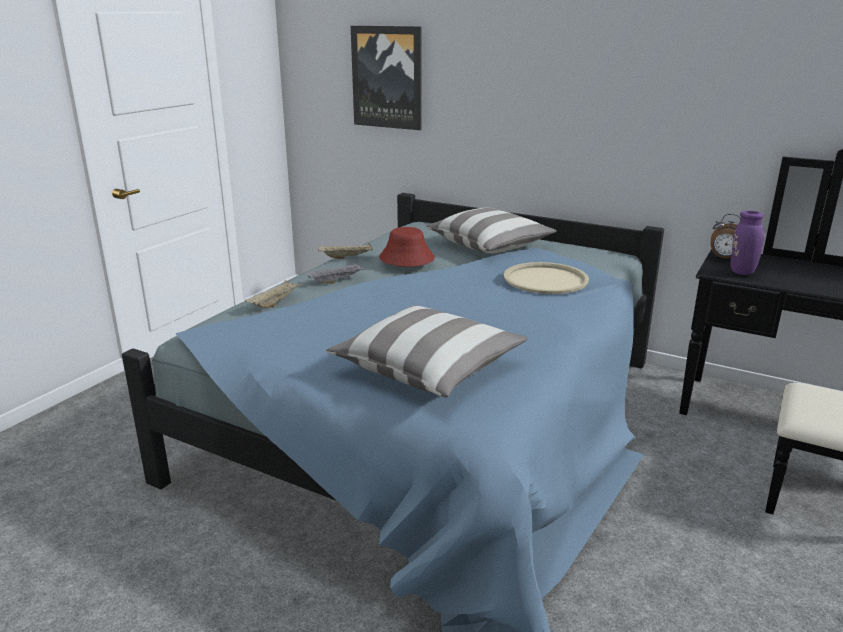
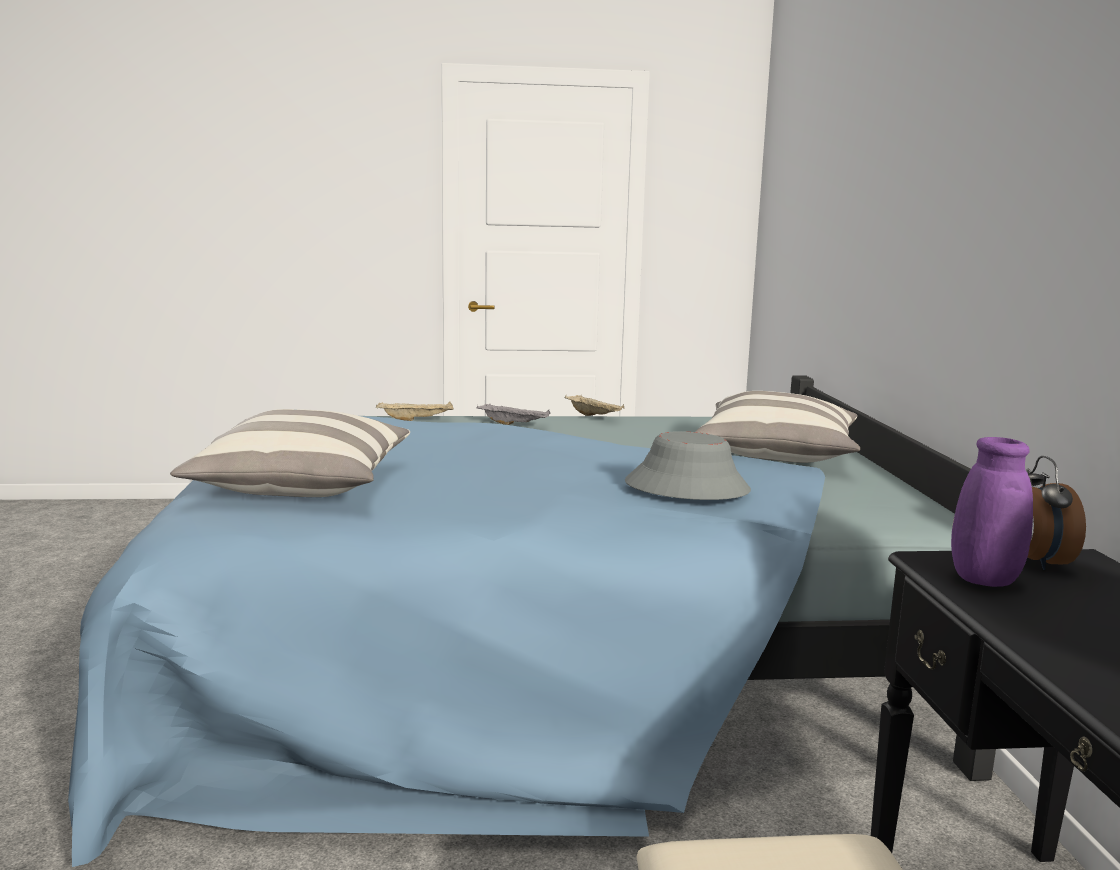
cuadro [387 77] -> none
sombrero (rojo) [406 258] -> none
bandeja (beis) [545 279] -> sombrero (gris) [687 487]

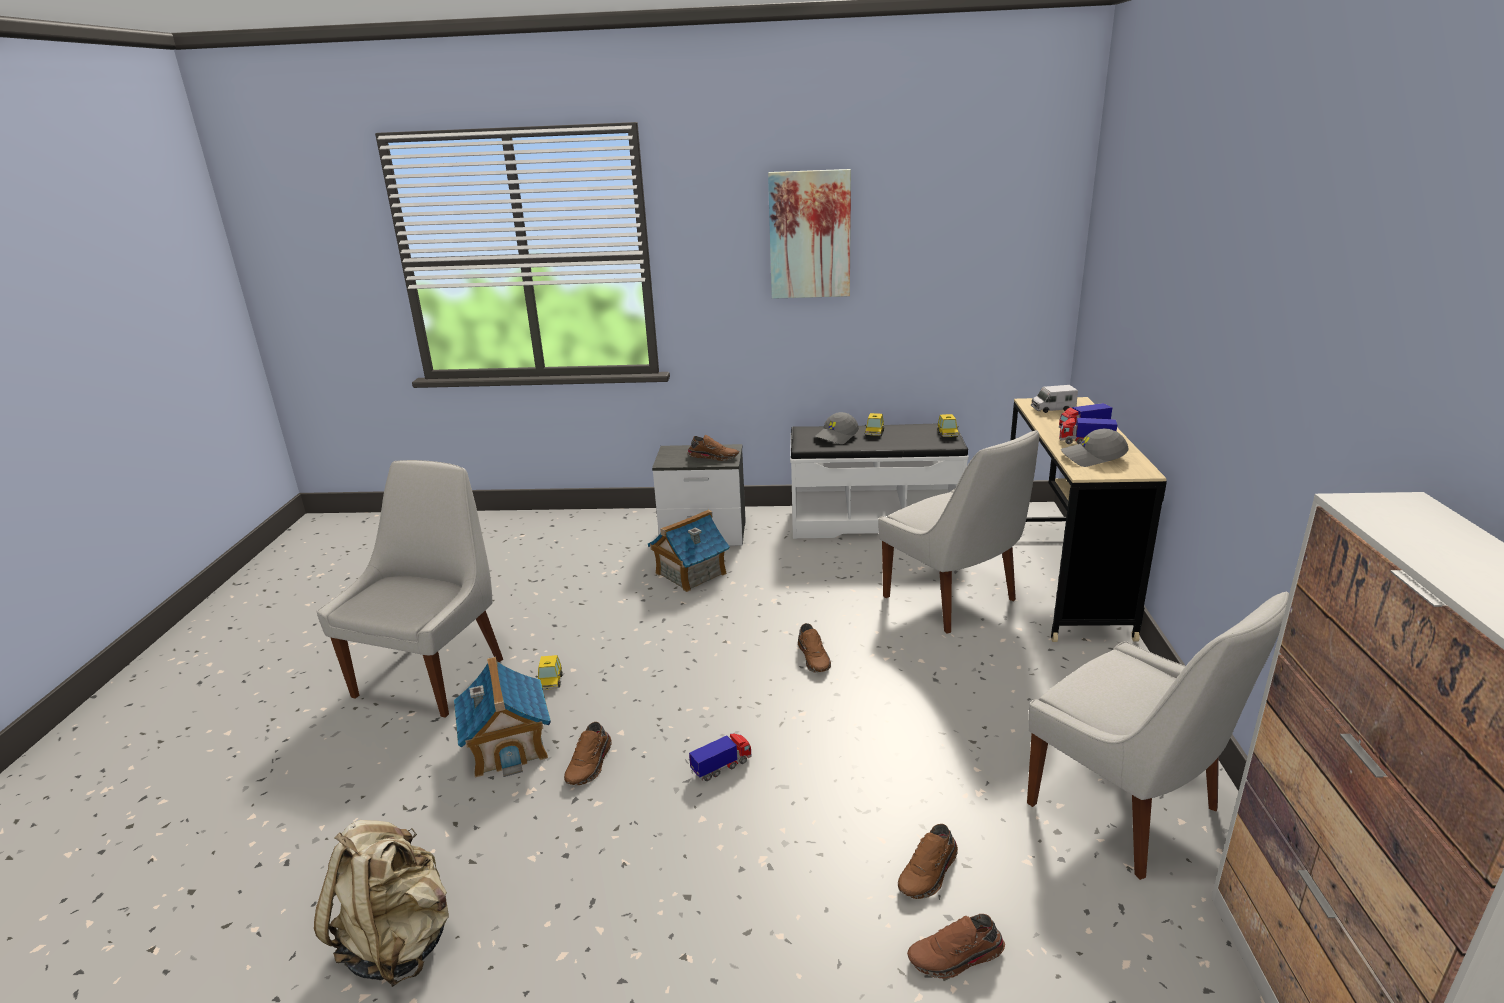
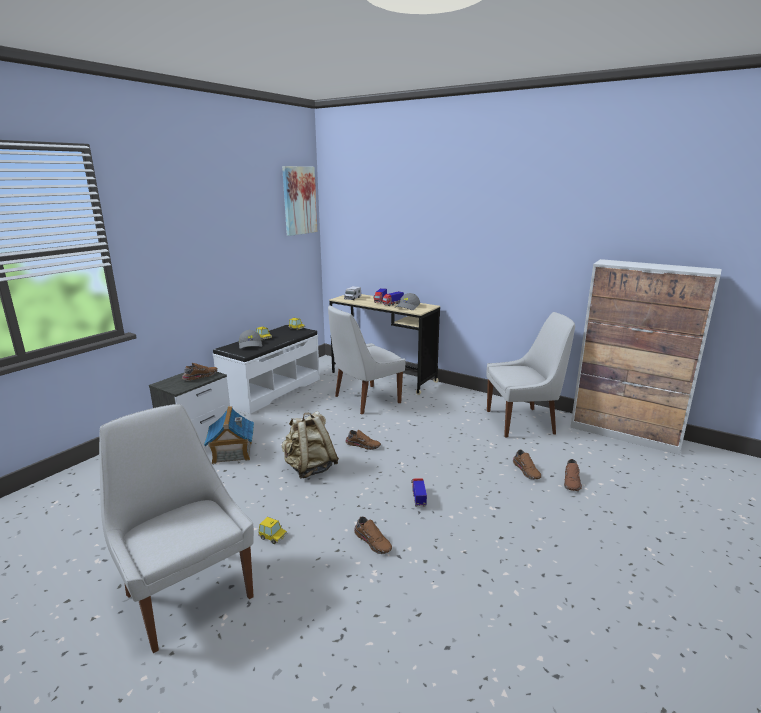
cuadro [809 235] -> cuadro [299 200], moved
silla (blanco) [953 600] -> silla (blanco) [364 400], 150 degrees clockwise
casita [508 745] -> none
mochila (beis) [399 942] -> mochila (beis) [310 468], moved

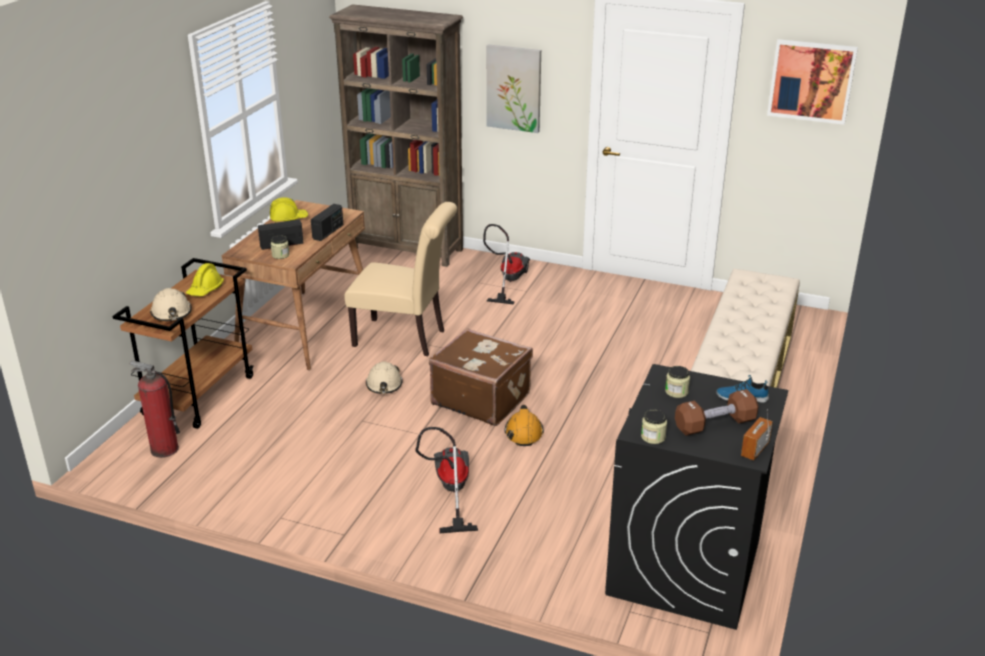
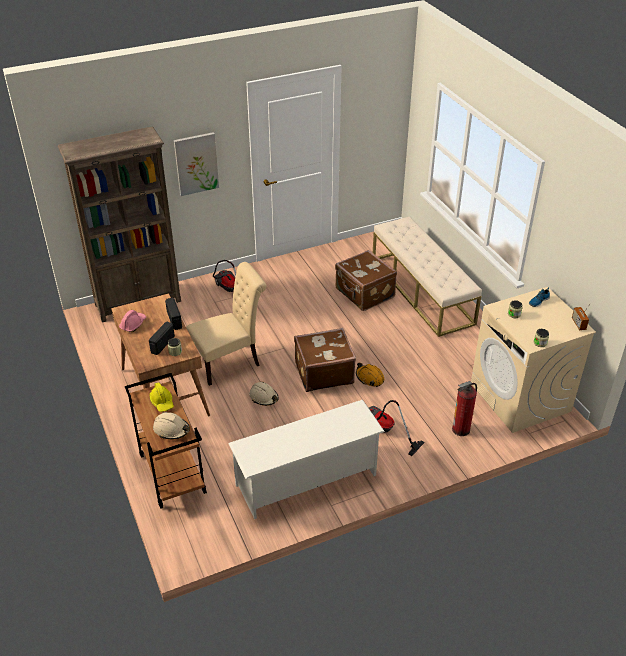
cuadro [811 81] -> none
casco (amarillo) [288 219] -> casco (rosa) [133 324]
extintor [164 449] -> extintor [461 429], moved
lavadora (negro) [684 567] -> lavadora (beis) [520 398]
mancuerna (marrón) [715 424] -> none
none -> maleta (marrón) [364 294]
none -> zapatero (blanco) [307 480]

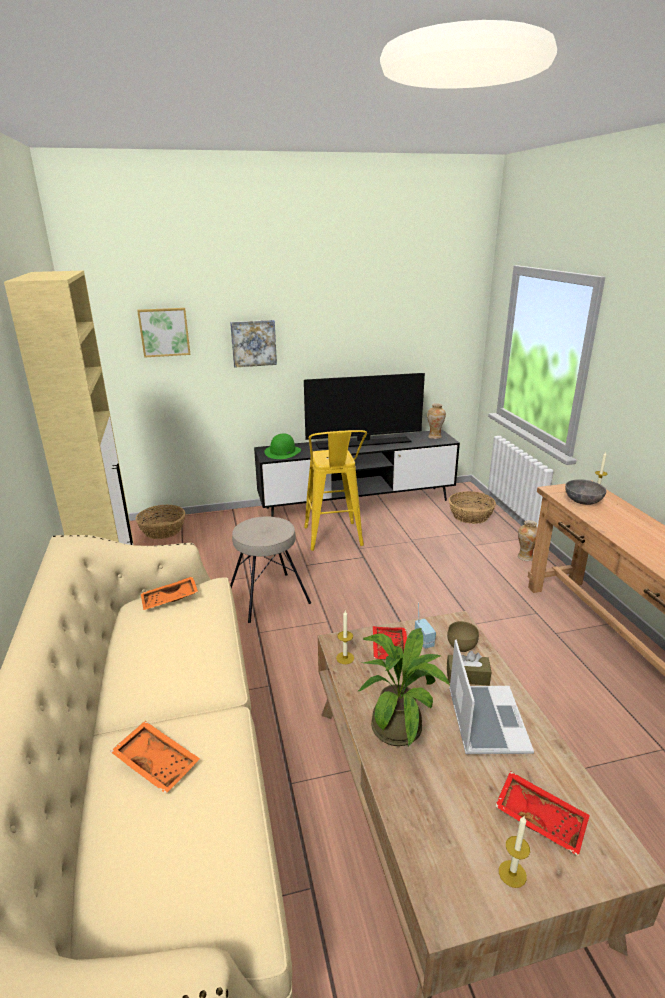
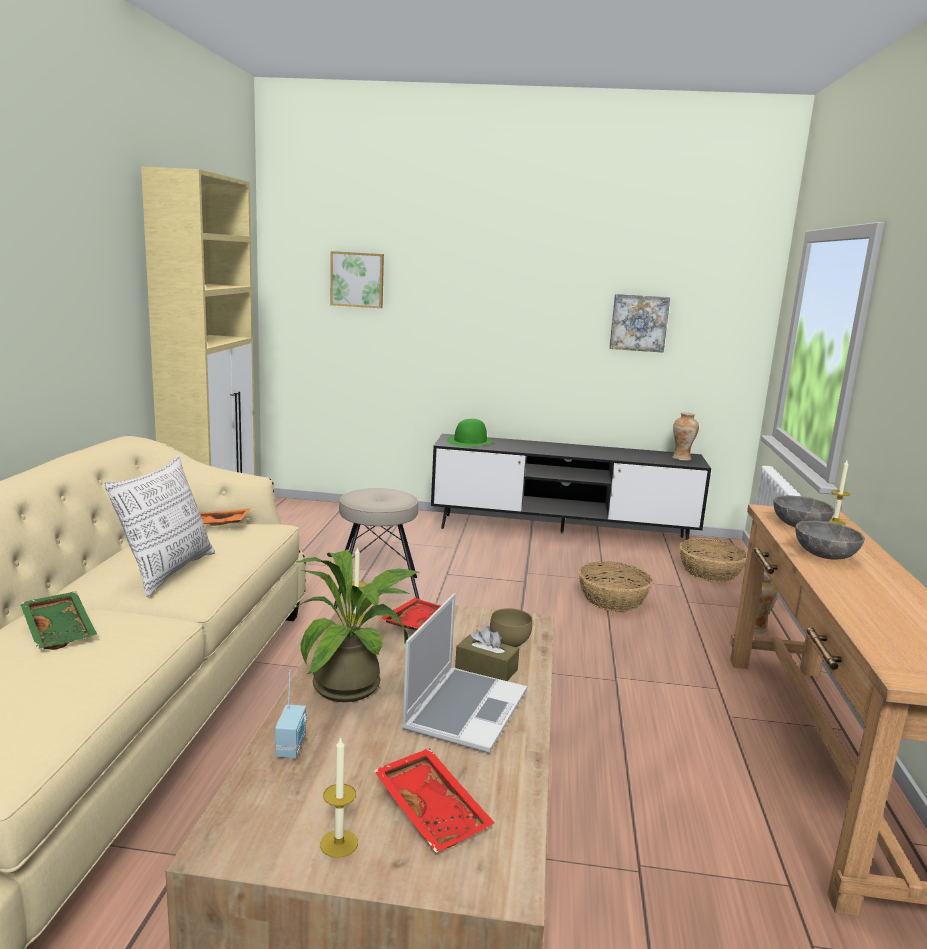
cuadro [253 343] -> cuadro [639 323], moved
televisor [364 443] -> none
taburete (amarillo) [334 540] -> none
cesta [163 530] -> cesta [613 600], moved
radio [425 641] -> radio [293 747], moved
bandeja (naranja) [158 762] -> bandeja (verde) [61 630]
none -> cojín [168 572]
none -> cuenco (gris) [824 555]

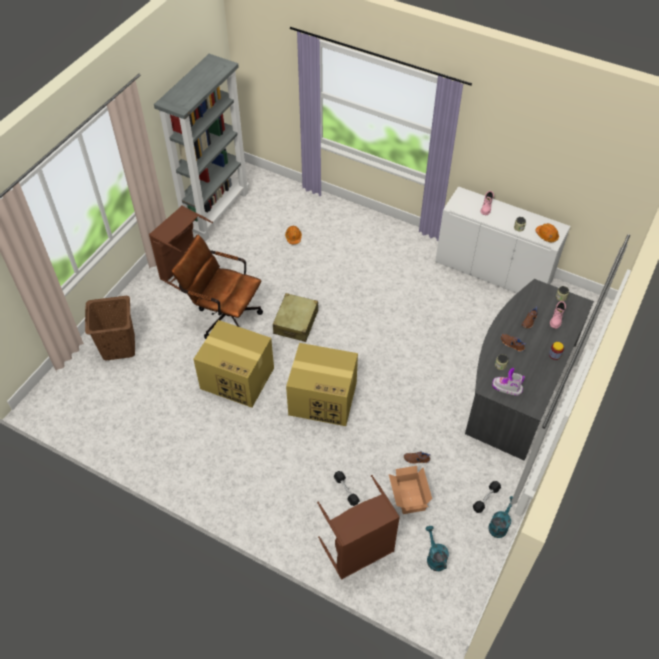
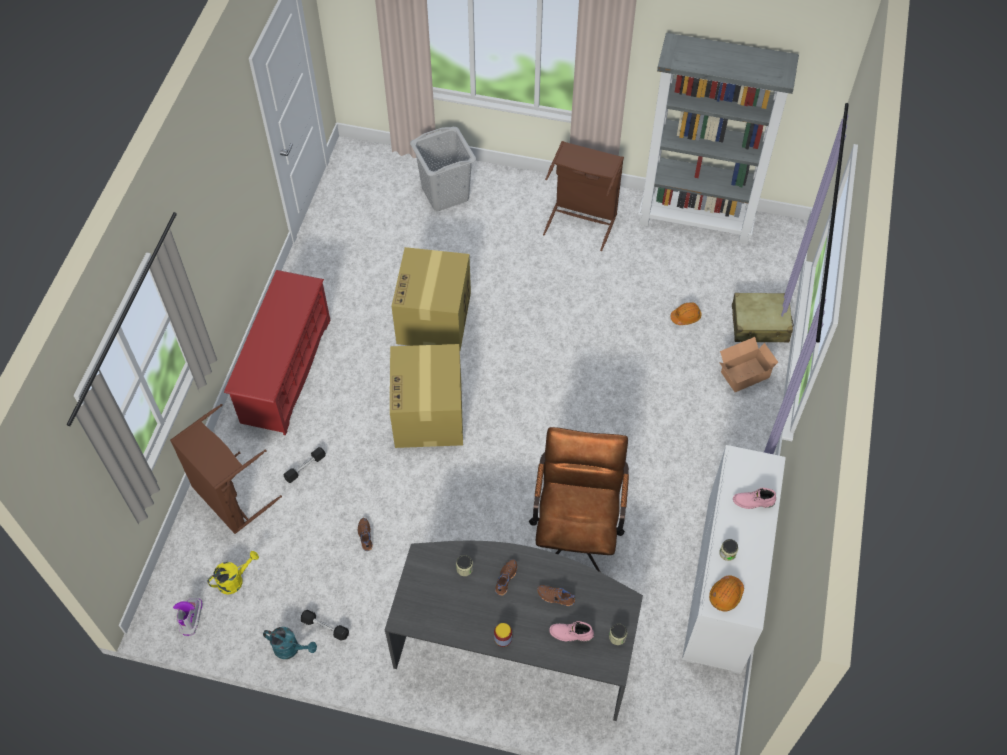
silla de oficina (marrón) [224 317] -> silla de oficina (marrón) [576 532], moved
maleta (beis) [296 322] -> maleta (beis) [760 324], moved
cesto de la ropa (marrón) [118 346] -> cesto de la ropa (gris) [445 193]
bota [507 388] -> bota [191 618], moved
caja de cartón [408 497] -> caja de cartón [743 374], moved
regadera (turquesa) [434 557] -> regadera (amarillo) [235 580]
none -> zapatero (rojo) [285 371]

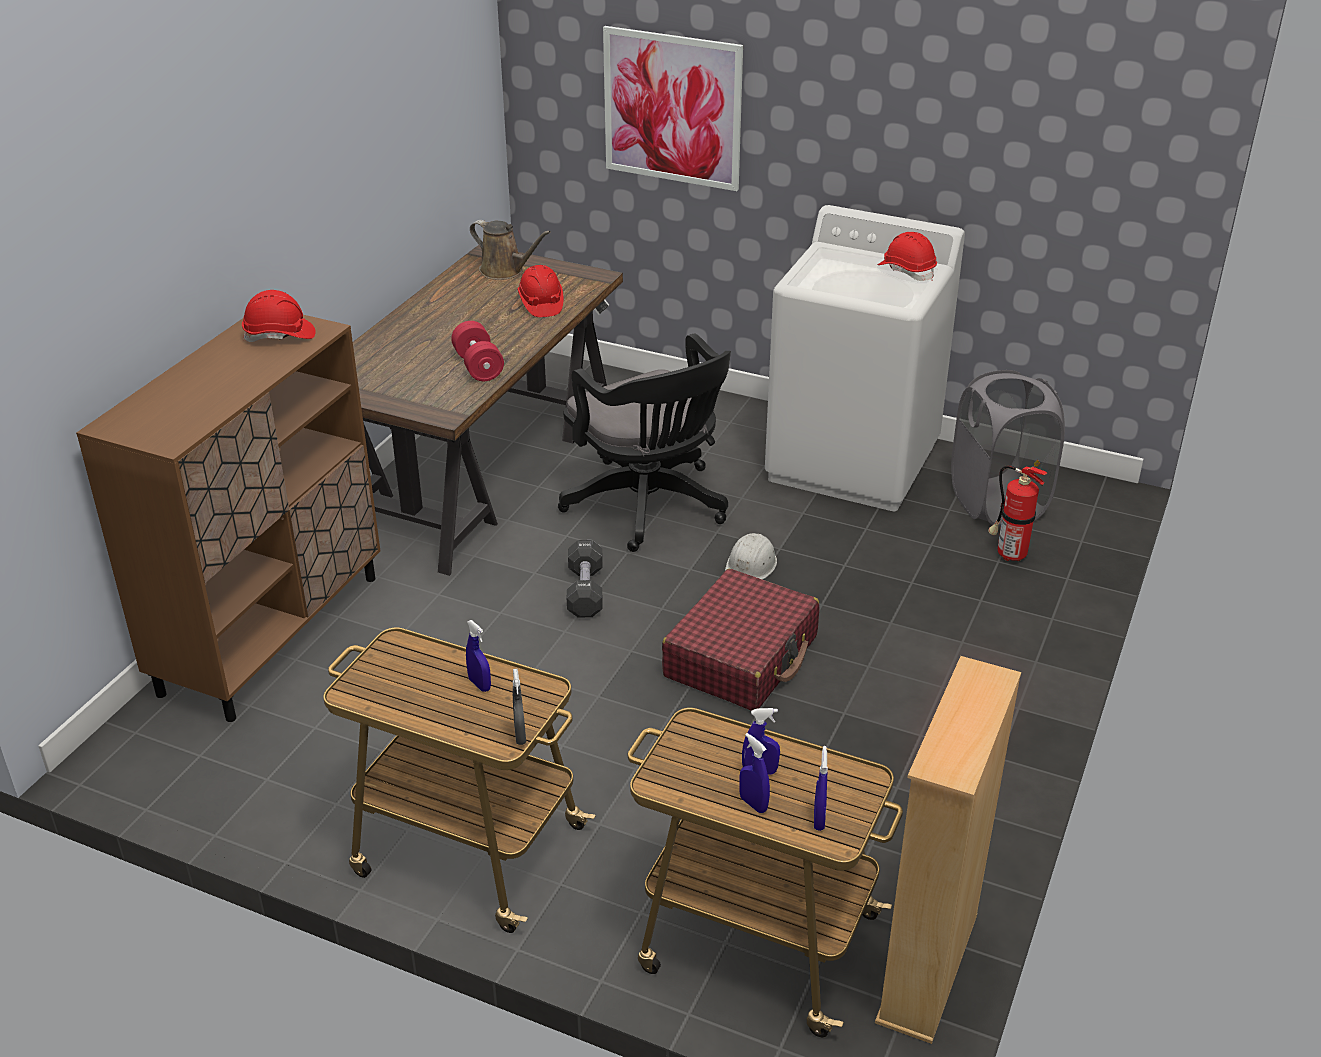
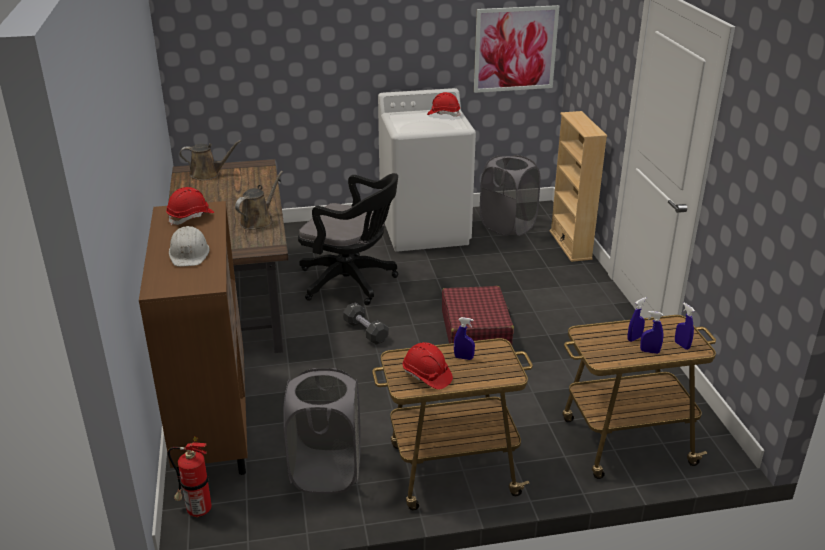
cuadro [672 108] -> cuadro [515 49], moved
casco (rojo) [541 304] -> casco (rojo) [426 376], moved
mancuerna (rojo) [478 366] -> regadera (marrón) [258 221]
extintor [1008 554] -> extintor [196 510], moved
casco (blanco) [750 566] -> casco (blanco) [189 253], moved
estantería (beis) [928 968] -> estantería (beis) [570 245], moved
pulverizador (gris) [520 735] -> none
none -> cesto de la ropa (gris) [326 472]

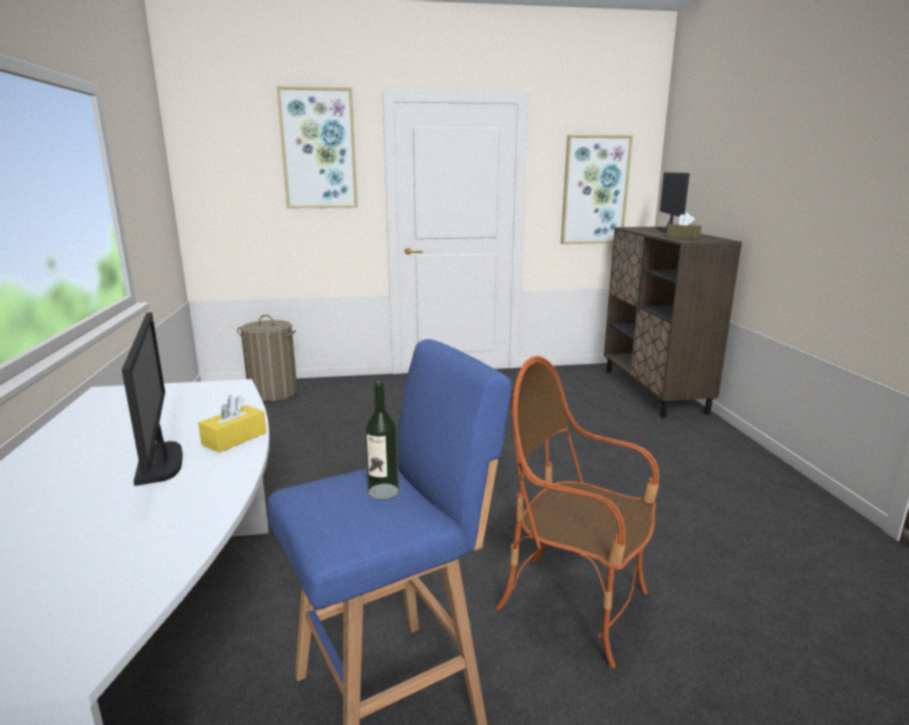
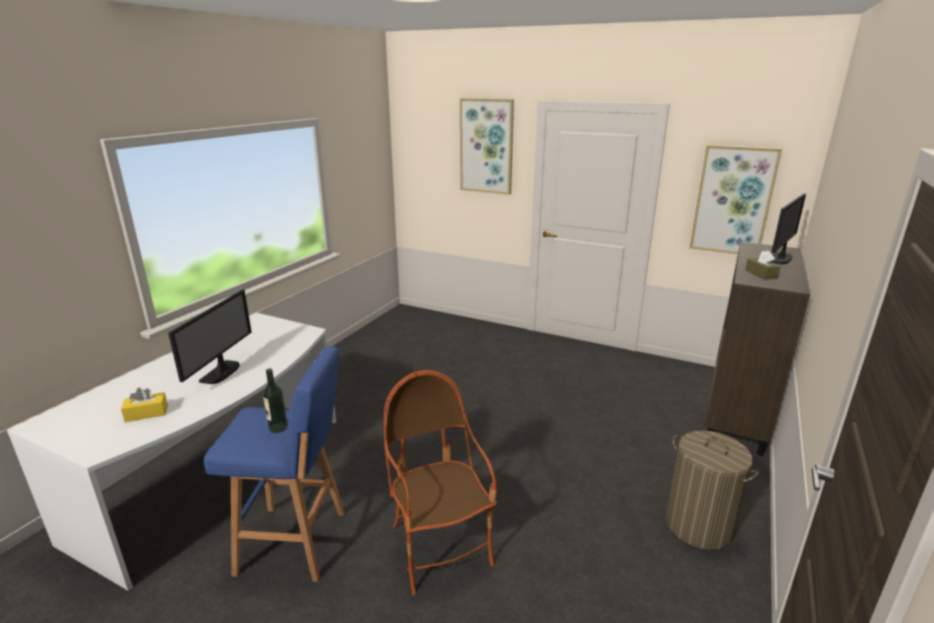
cesto de la ropa [273 393] -> cesto de la ropa [698 525], moved
caja de pañuelos (amarillo) [234 438] -> caja de pañuelos (amarillo) [146 413], moved

